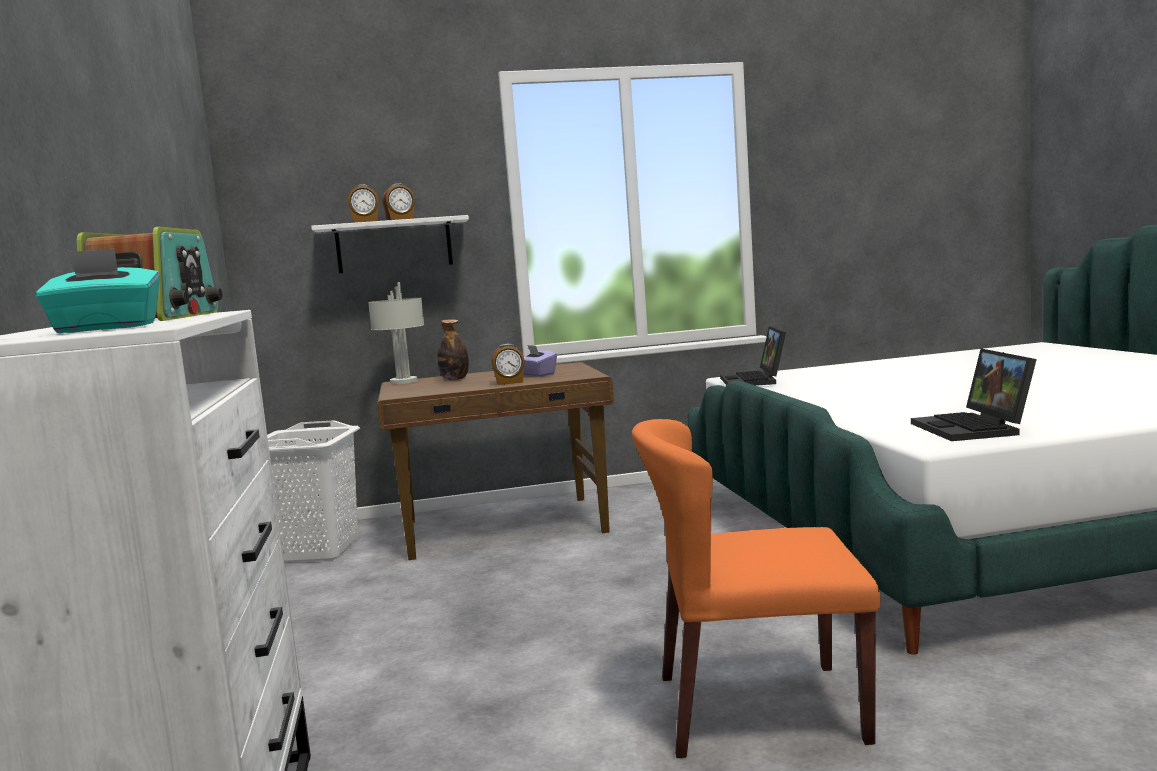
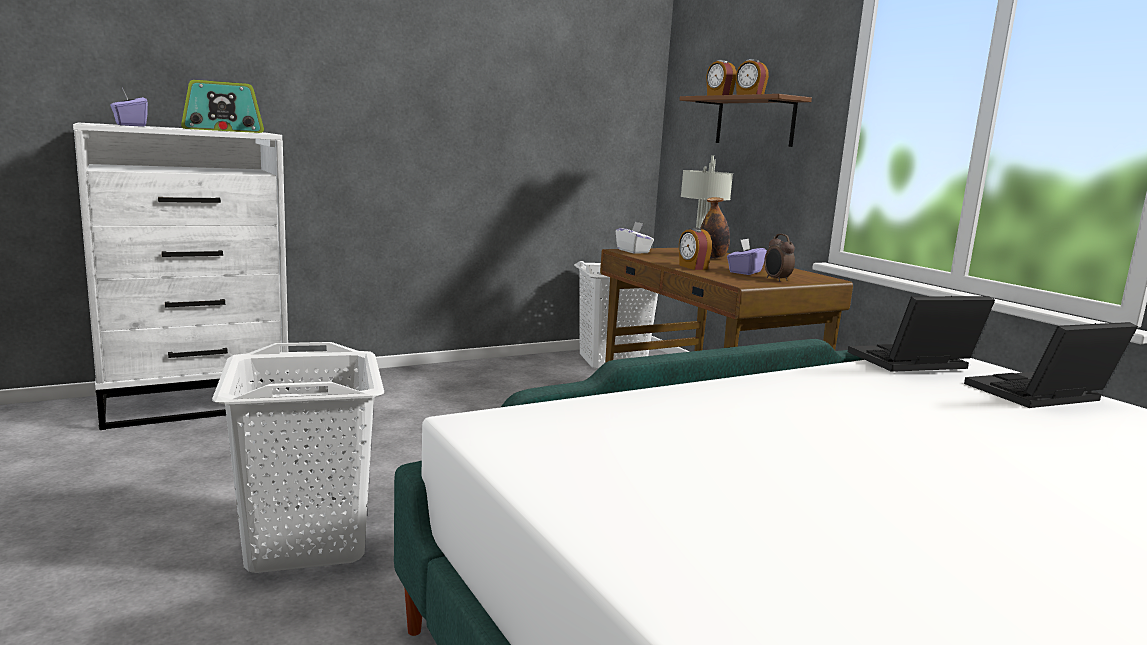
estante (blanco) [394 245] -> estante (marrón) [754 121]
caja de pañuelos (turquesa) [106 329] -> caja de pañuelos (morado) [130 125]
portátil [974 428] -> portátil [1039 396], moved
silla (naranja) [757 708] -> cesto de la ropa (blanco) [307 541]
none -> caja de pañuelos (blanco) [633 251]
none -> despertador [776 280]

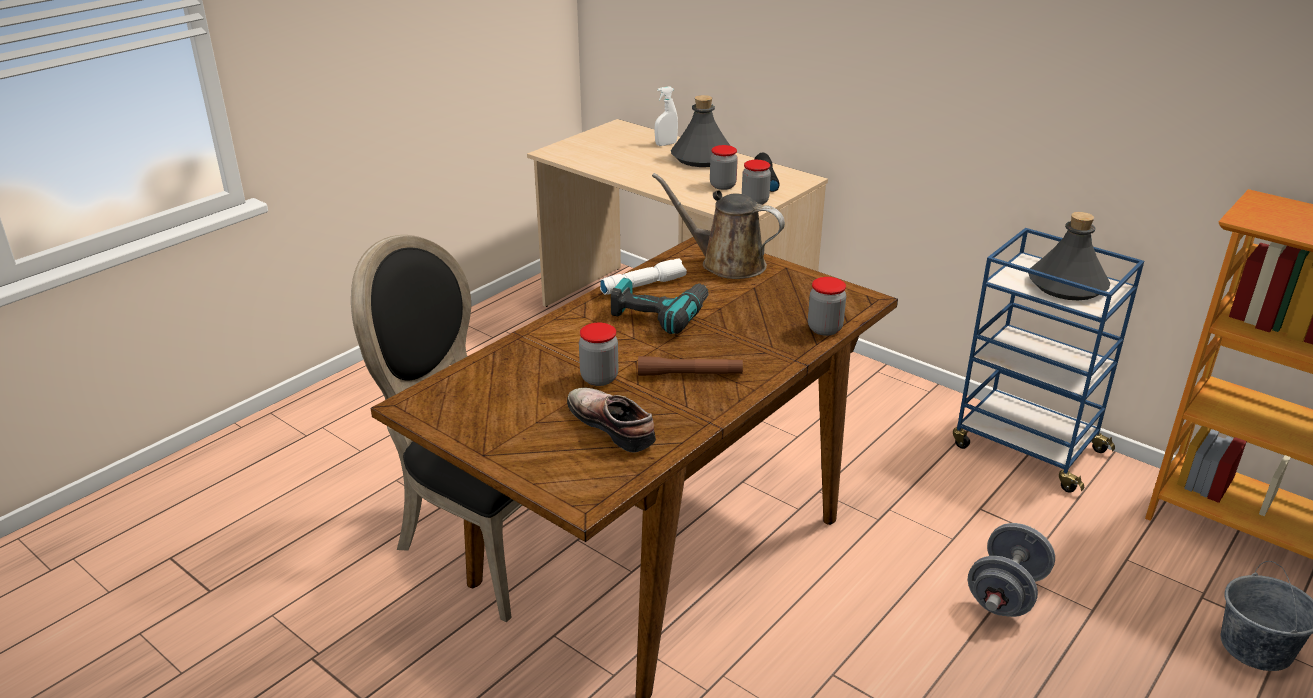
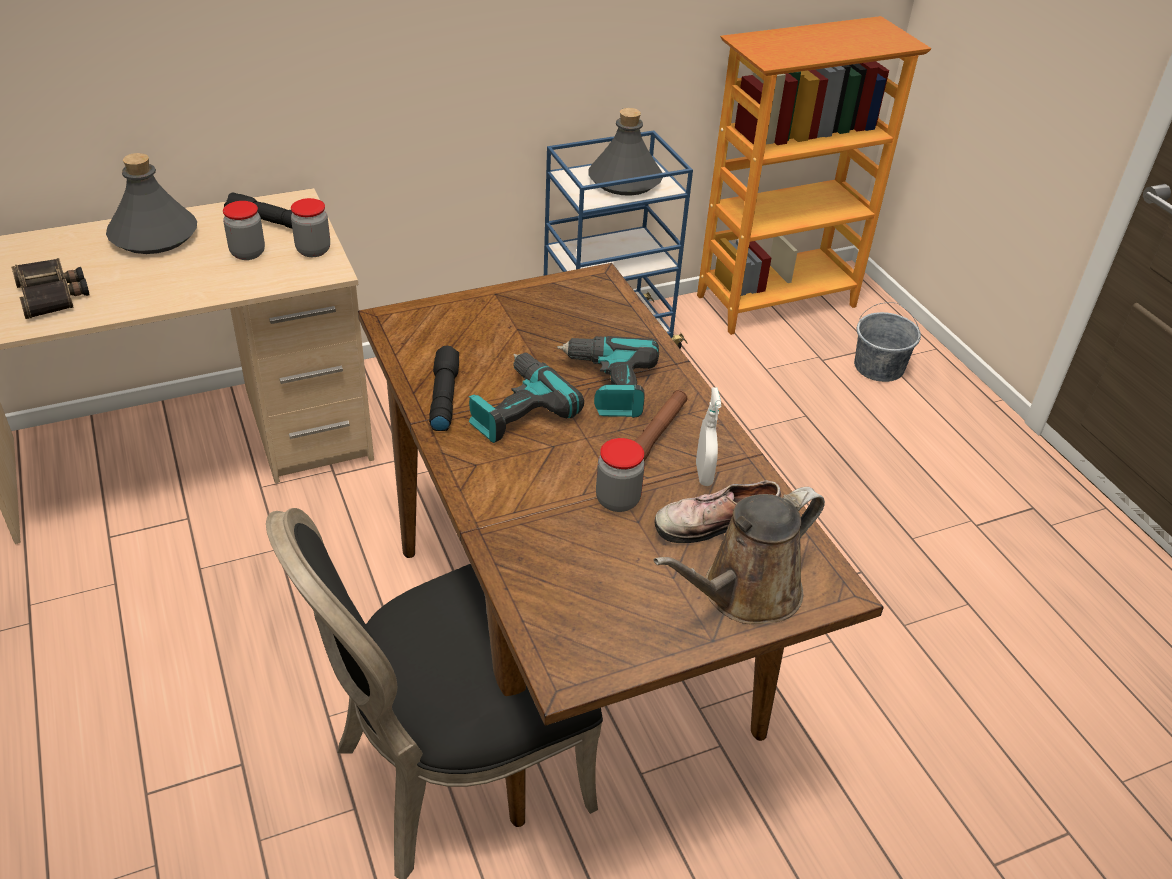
pulverizador (blanco) [666 144] -> pulverizador (blanco) [703 474], moved
regadera (marrón) [726 263] -> regadera (marrón) [744 594], moved
linterna (blanco) [643 285] -> linterna (negro) [443 396]
tarro [824 329] -> none
mancuerna (gris) [1005 593] -> none
none -> prismáticos [52 295]
none -> taladro [608 385]

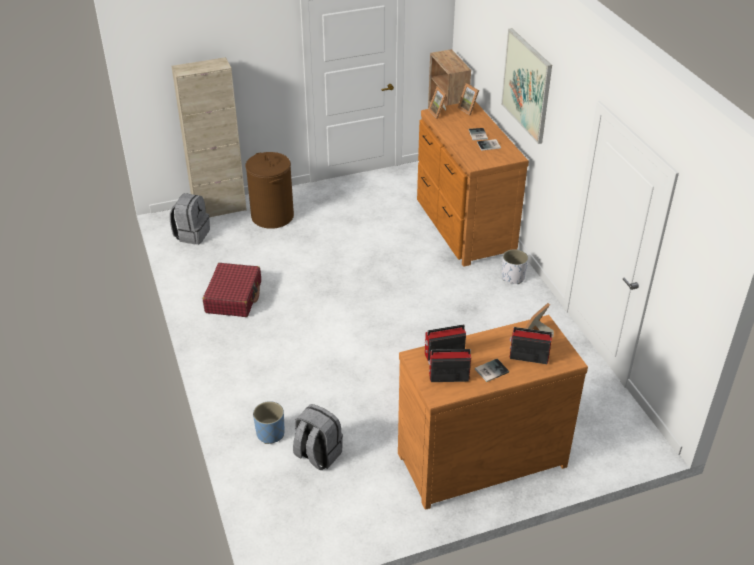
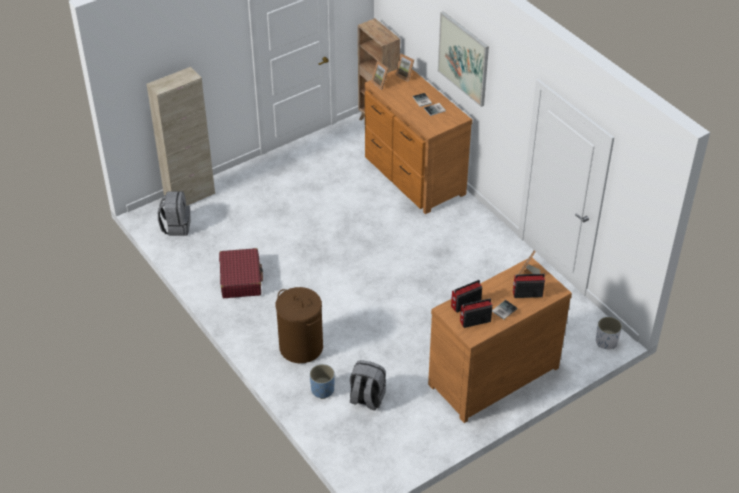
cesto de la ropa (marrón) [272 216] -> cesto de la ropa (marrón) [301 347], moved
maceta (blanco) [513 277] -> maceta (blanco) [606 342], moved

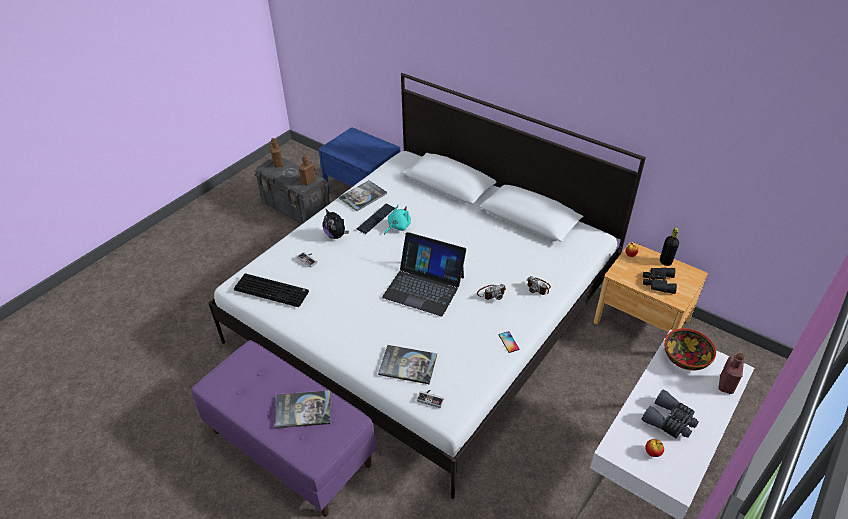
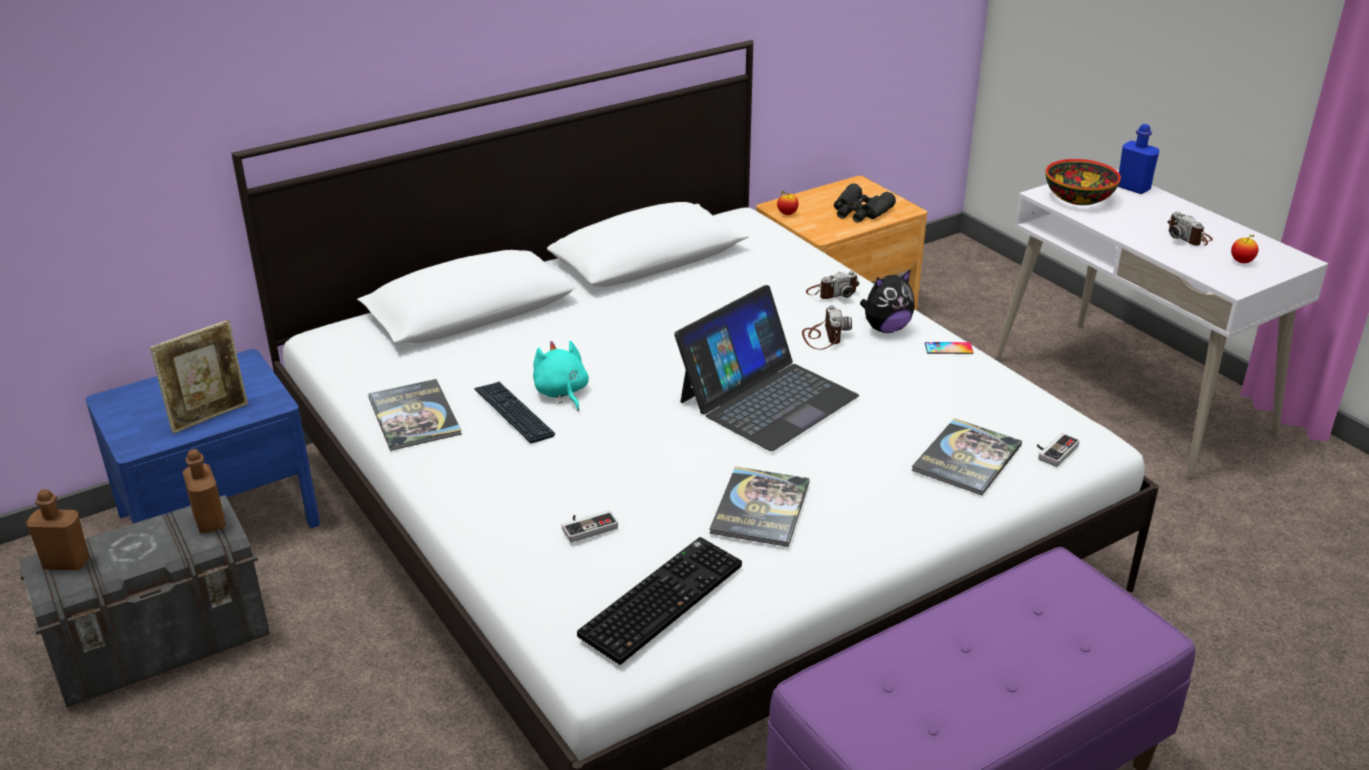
peluche [336 235] -> peluche [886 328], moved
botella (negro) [665 262] -> none
botella (rojo) [726 385] -> botella (azul) [1133 188]
prismáticos (gris) [669 421] -> cámara [1189 237]
libro [303 409] -> libro [760 508], moved
none -> portarretratos [210 416]

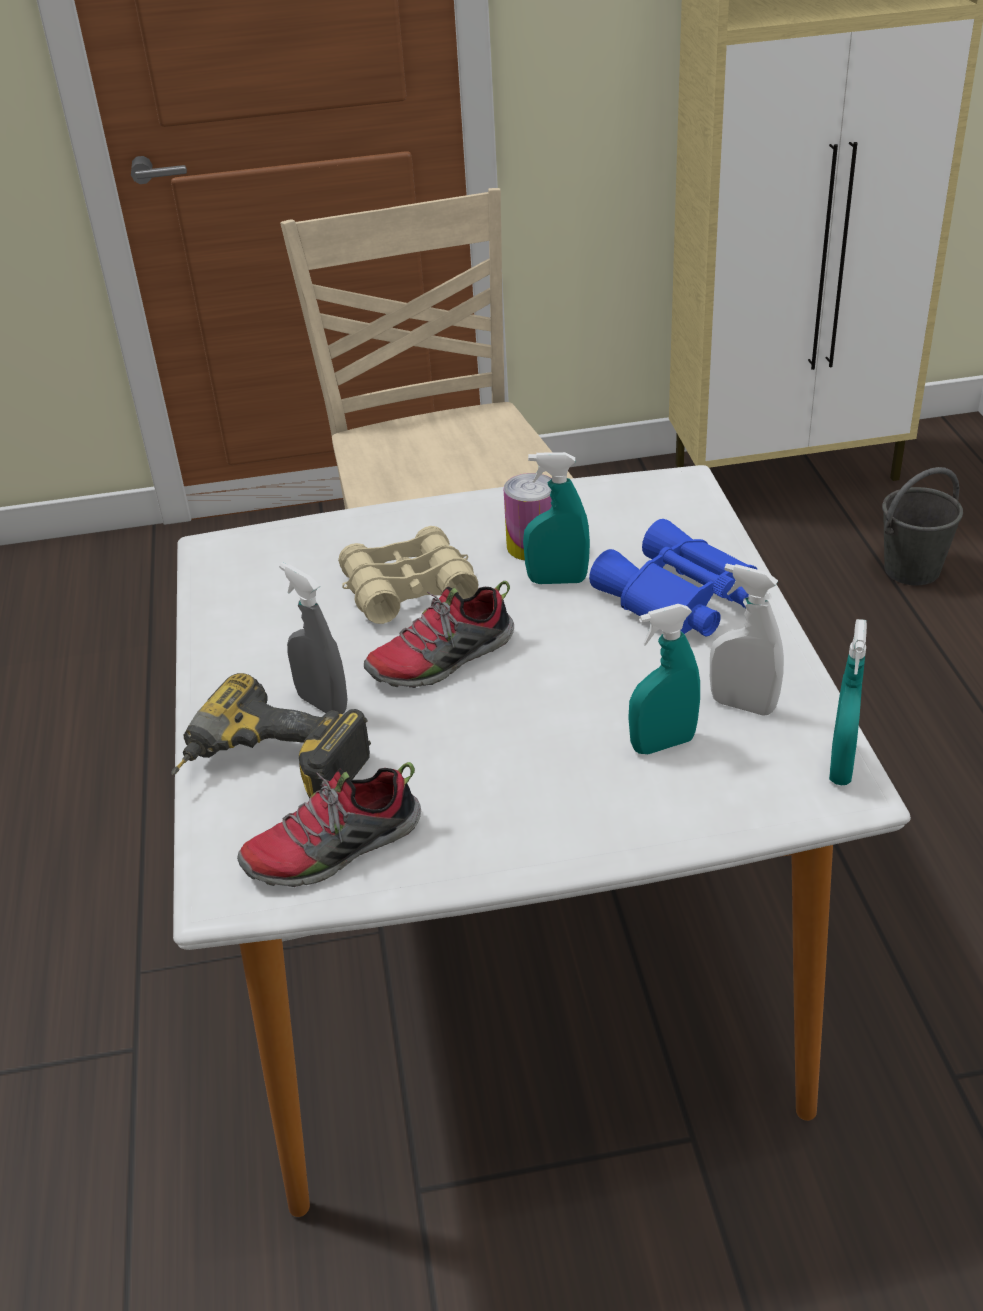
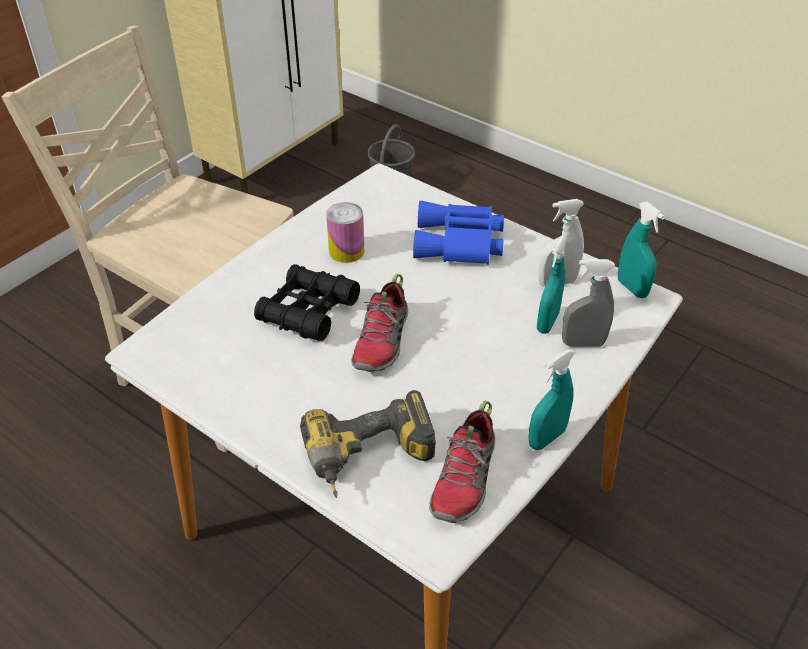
pulverizador (turquesa) [557 580] -> pulverizador (turquesa) [546 438], moved
prismáticos (beis) [408 589] -> prismáticos (negro) [308 311]
pulverizador (gris) [322 703] -> pulverizador (gris) [583 343], moved

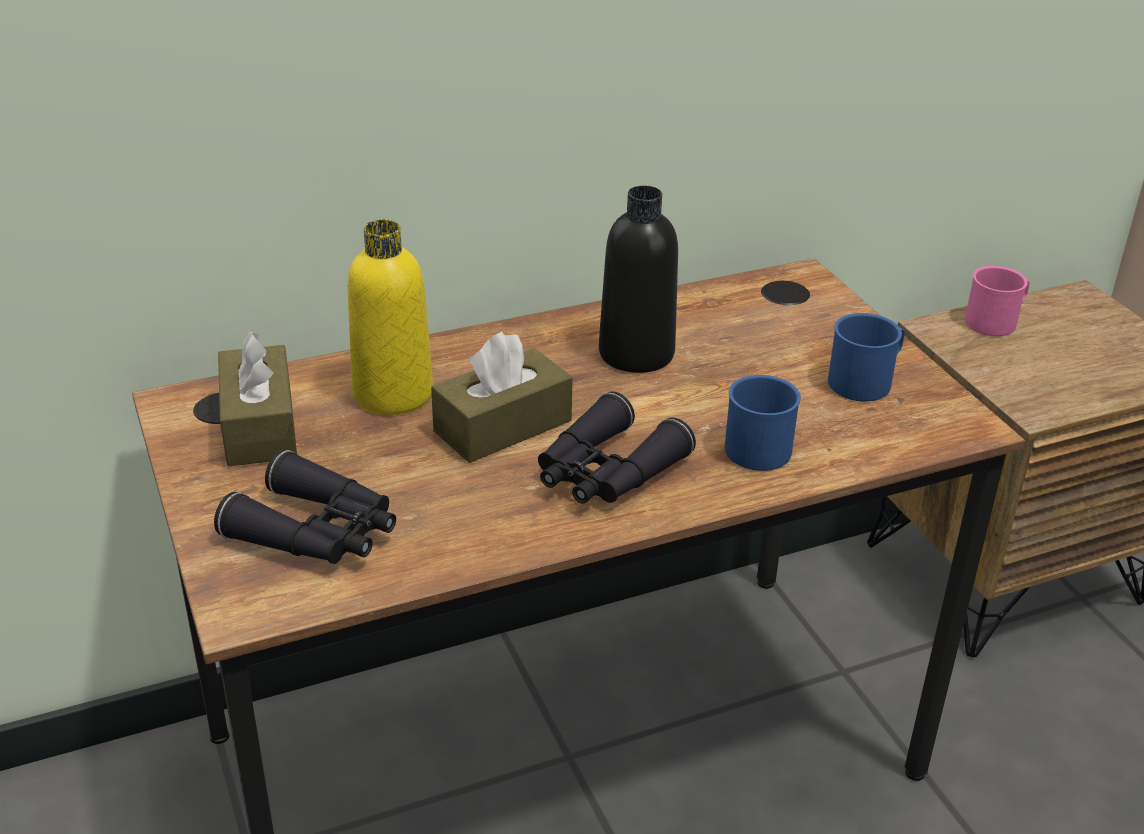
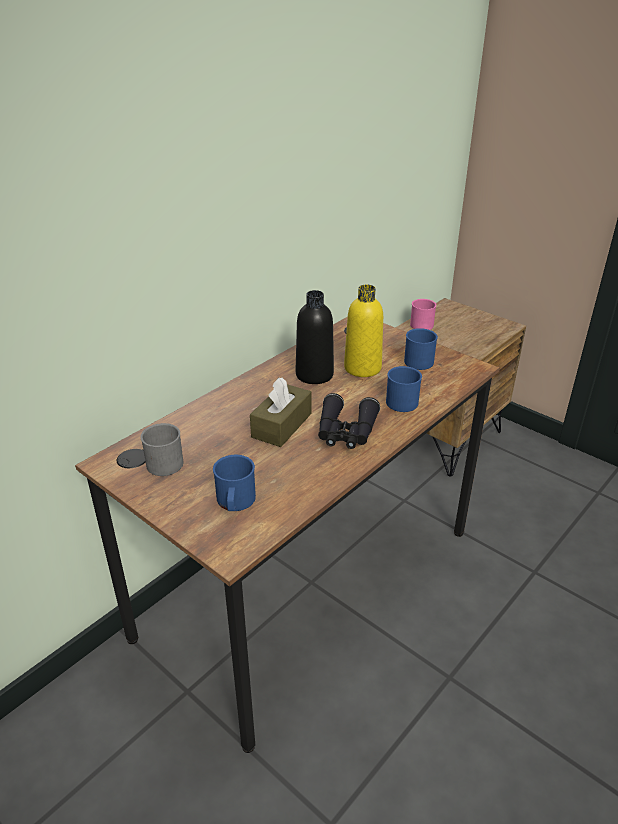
botella (amarillo) [393 394] -> botella (amarillo) [362 368], moved
caja de pañuelos (marrón) [260 426] -> taza grande (gris) [161 461]
prismáticos (negro) [317 532] -> taza grande (azul) [235 503]

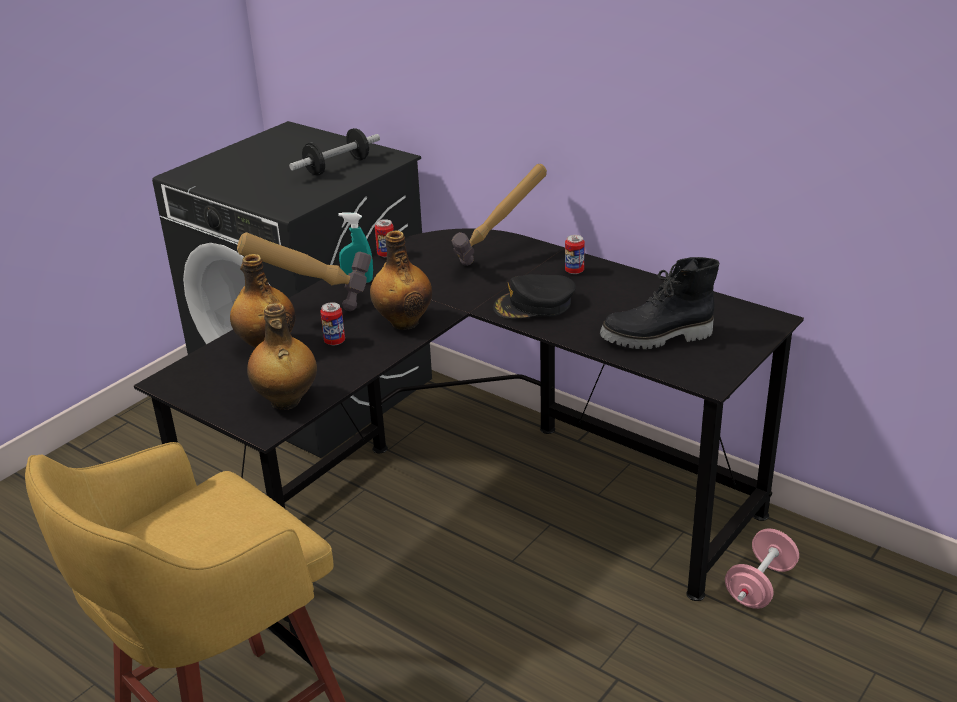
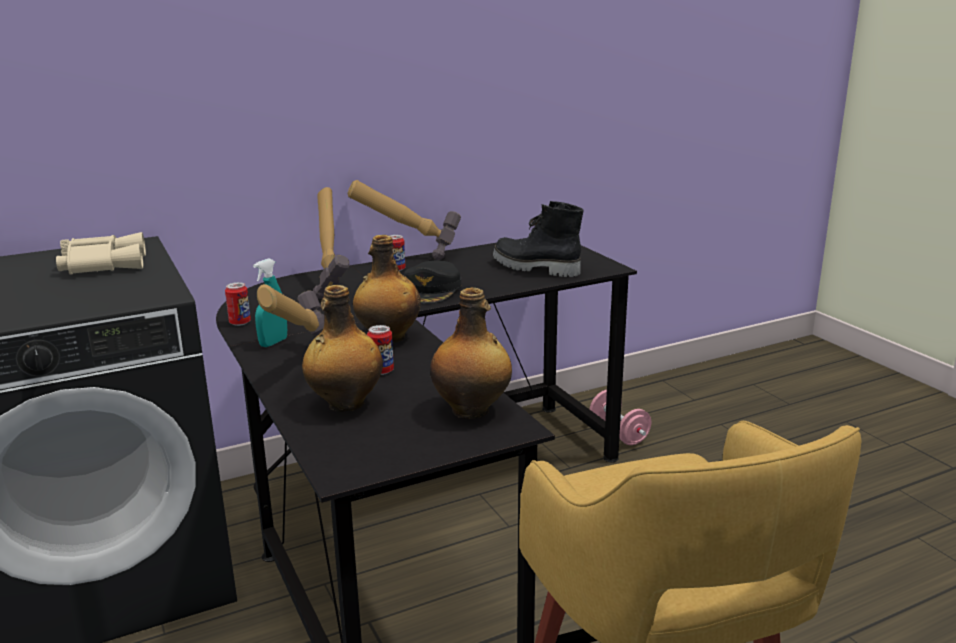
mancuerna [337 167] -> prismáticos (beis) [103 264]
bota (negro) [657 338] -> bota (negro) [534 268], 105 degrees clockwise
none -> martillo [408 257]

